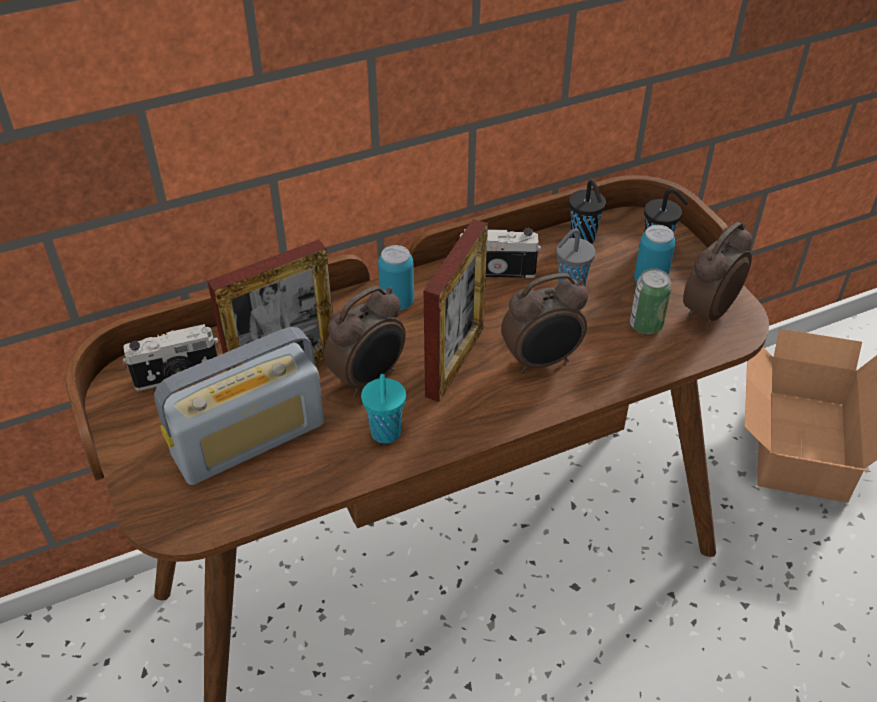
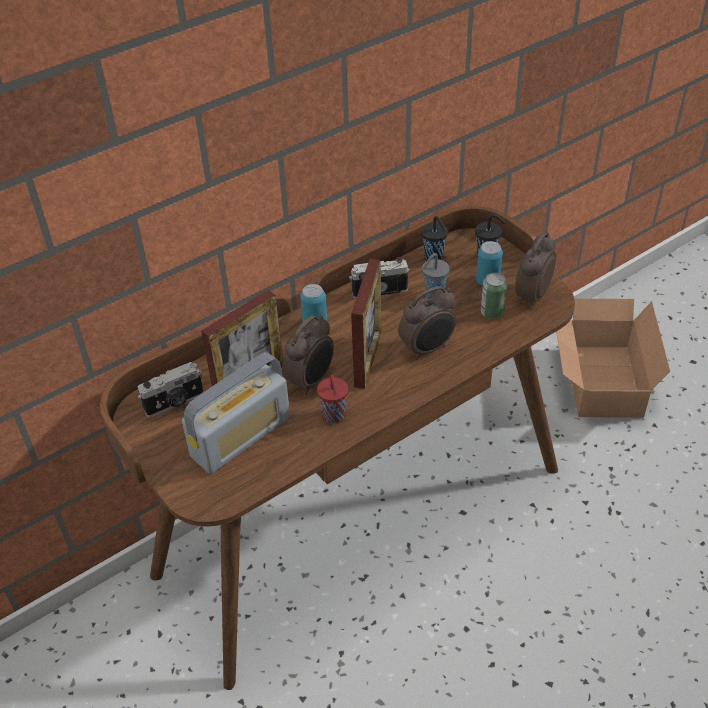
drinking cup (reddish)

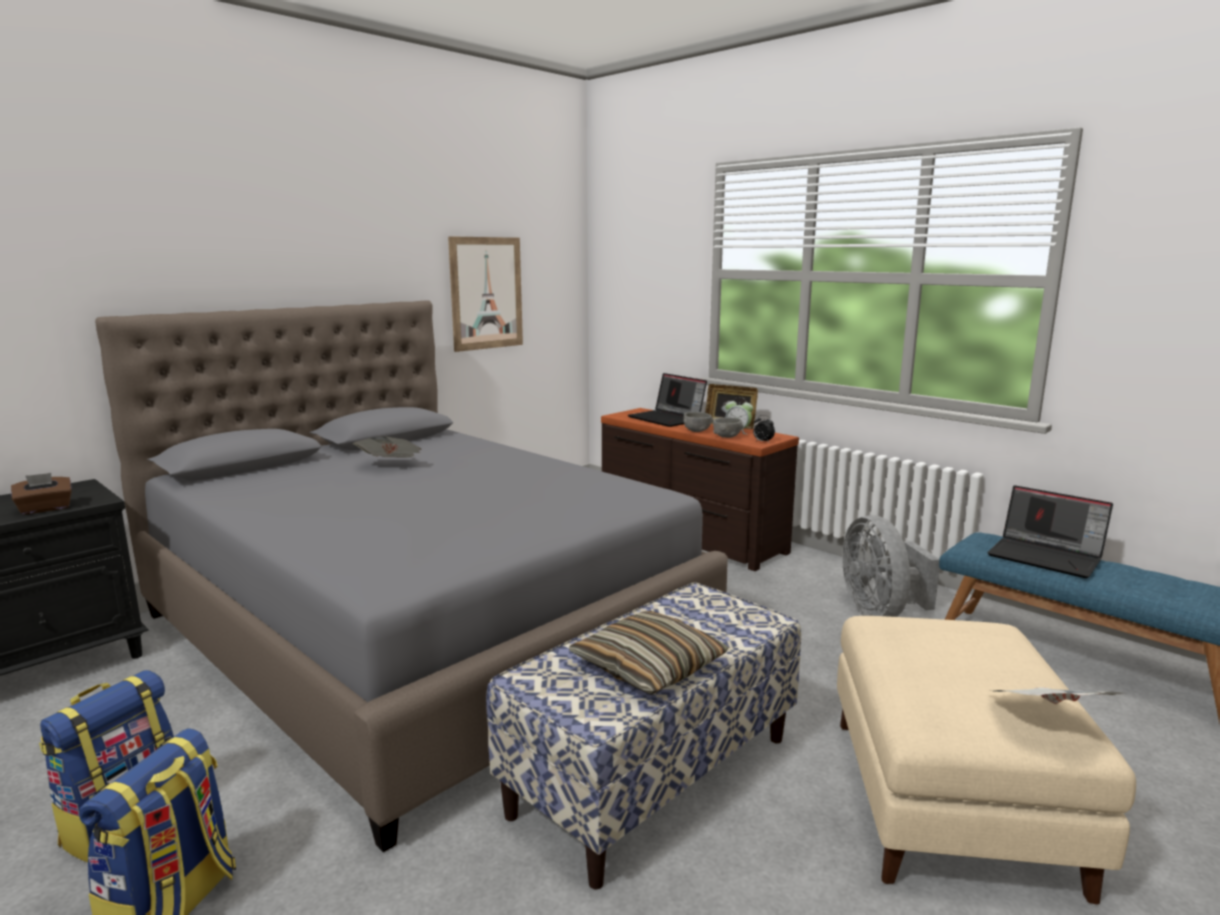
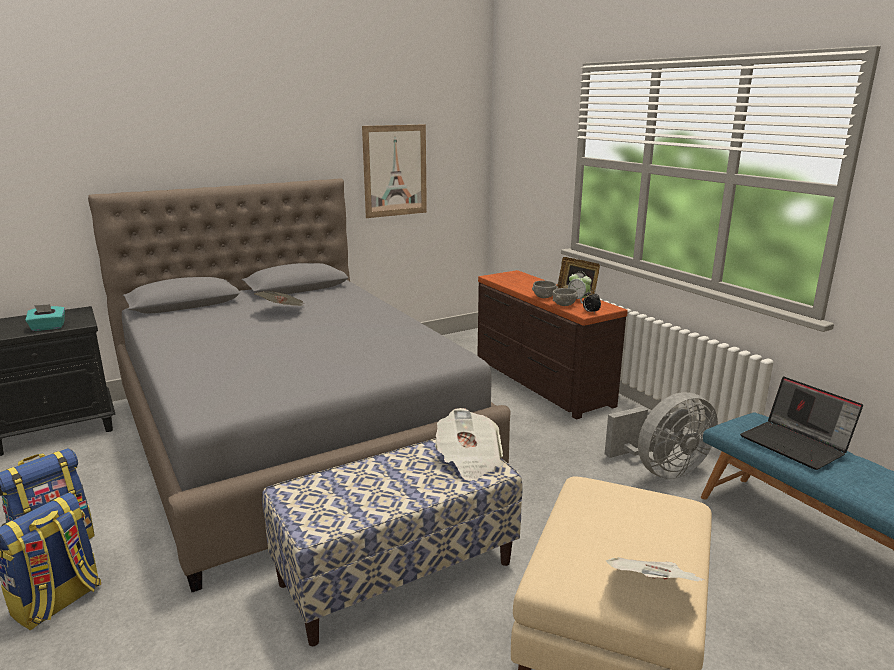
notebook computer (no. 1 from left in the first image)
box of tissues (turquoise)
electric fan (grey)
pillow
daily paper (no. 2 from left)

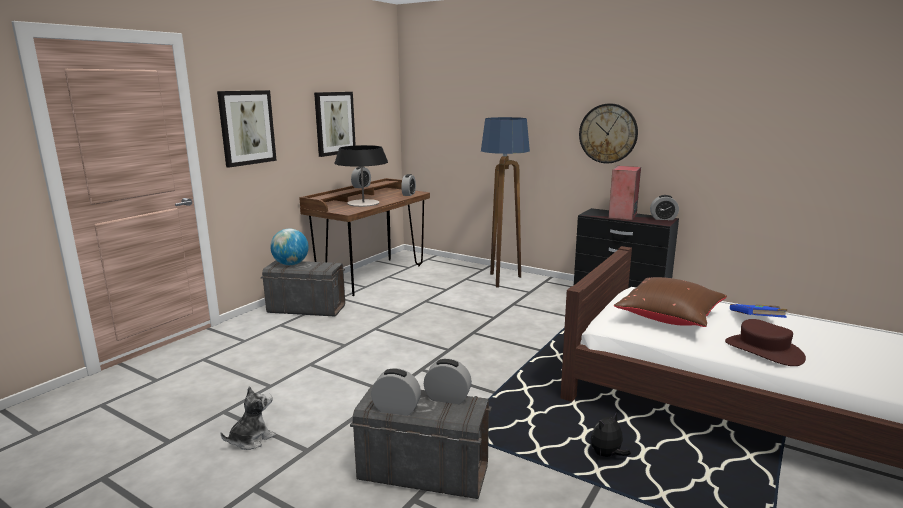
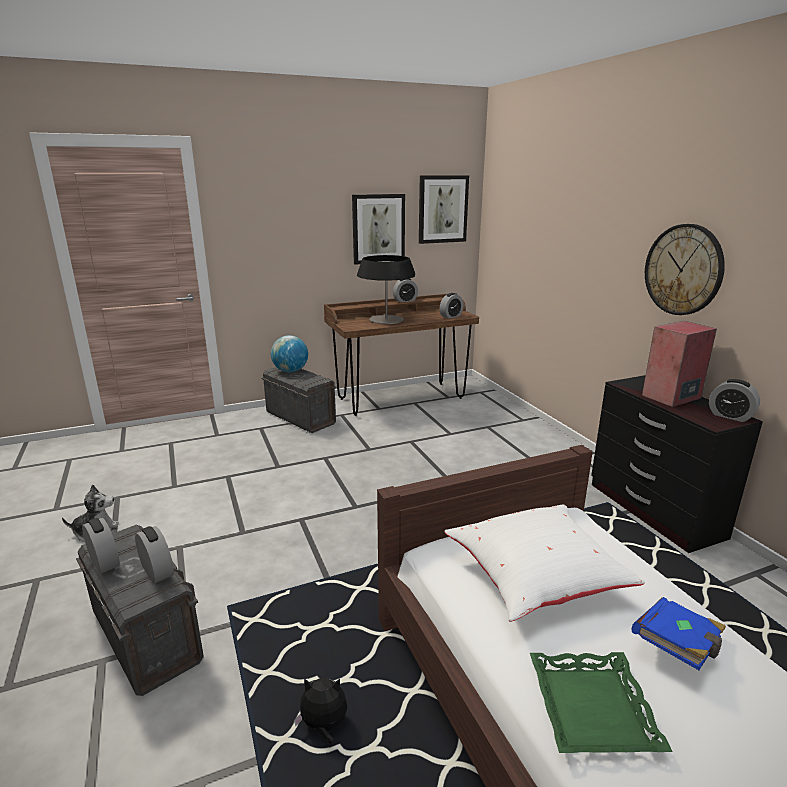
picture (no. 2 from left)
floor lamp
pillow (white-coloured)
carrying tray (green)

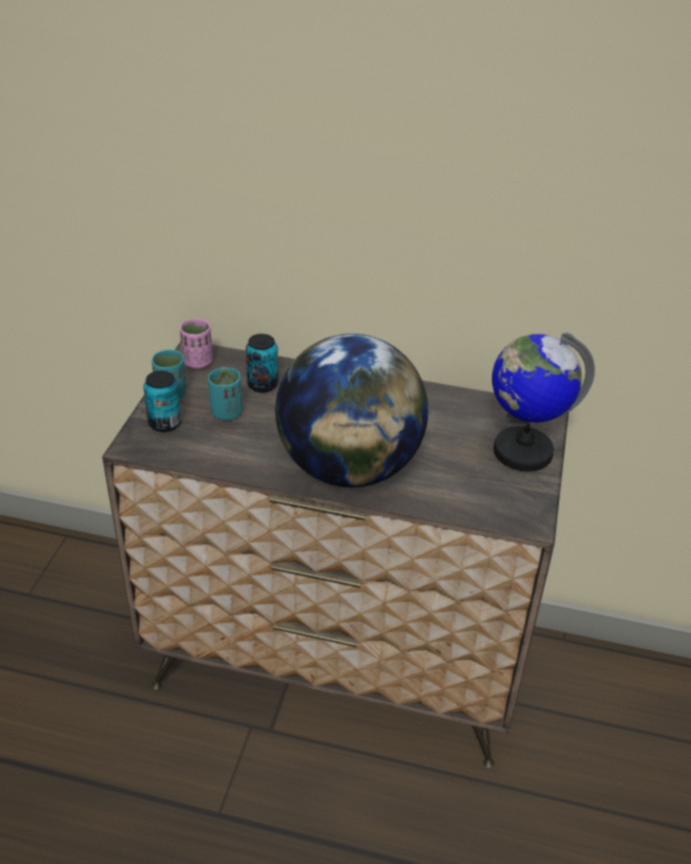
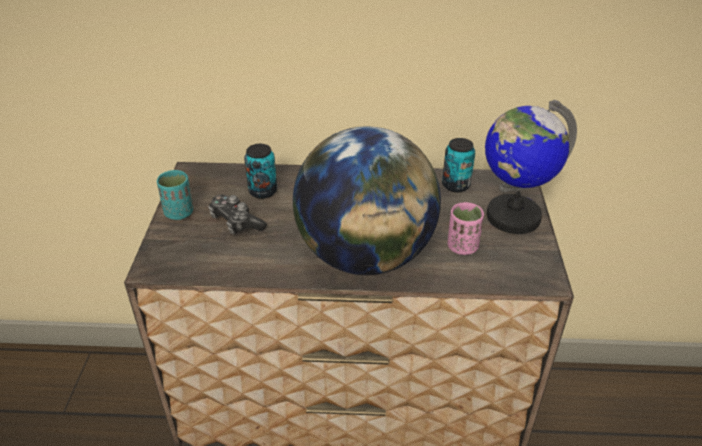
drinking cup (pinkish)
game controller
metal can (no. 2 from left)

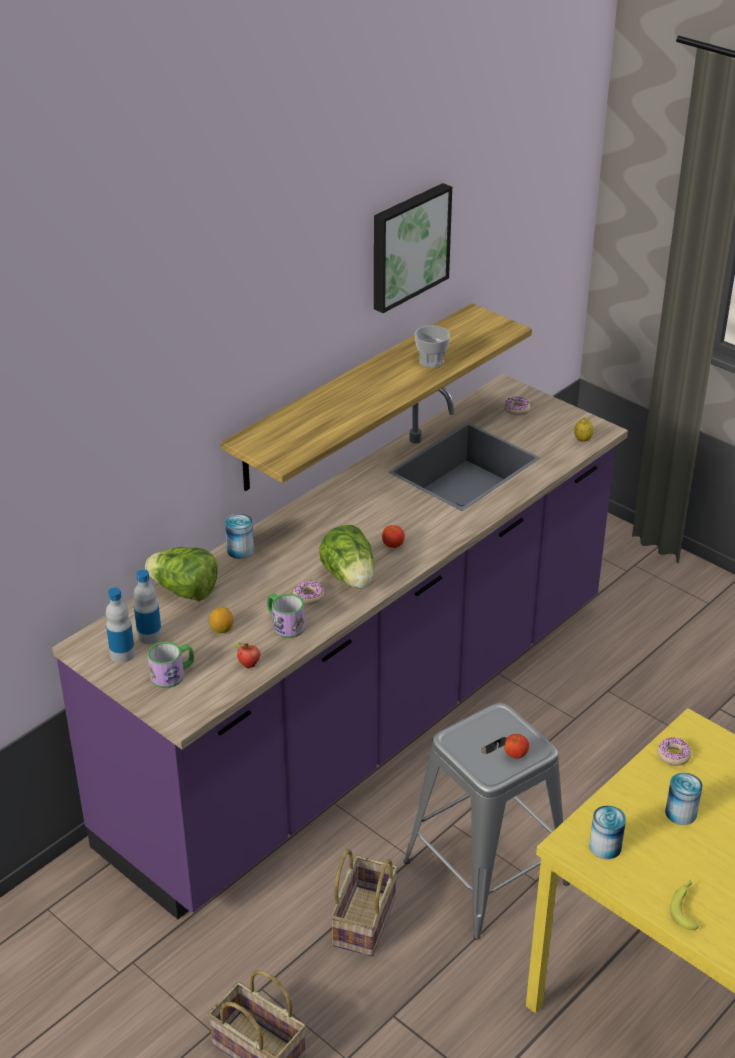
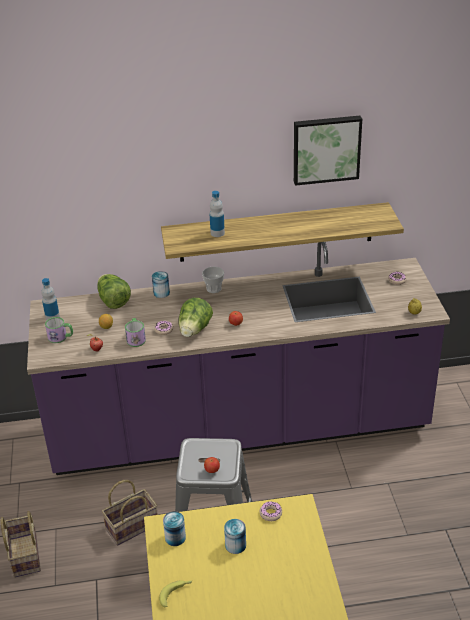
drinking cup
beverage bottle (no. 2 from left)

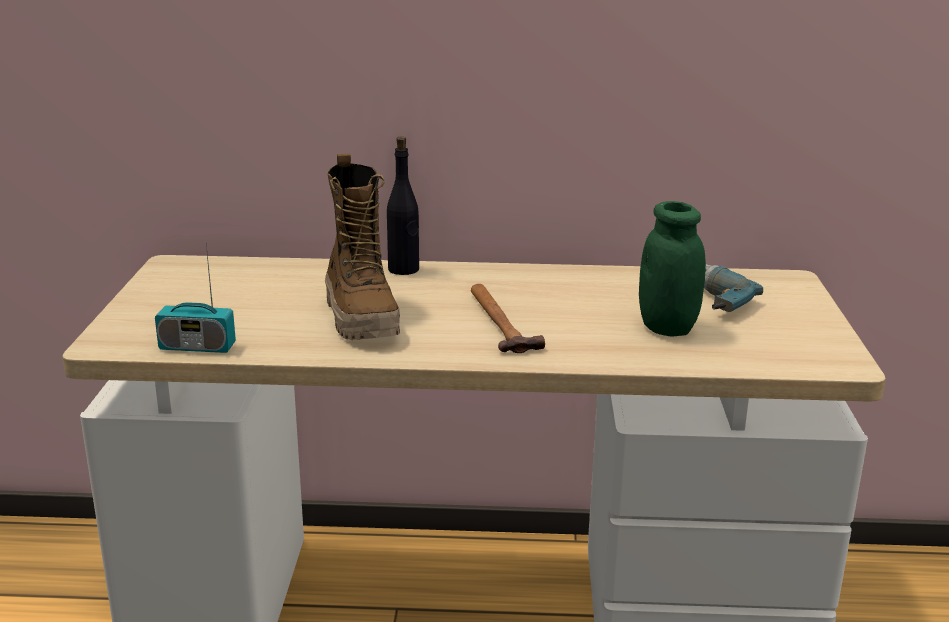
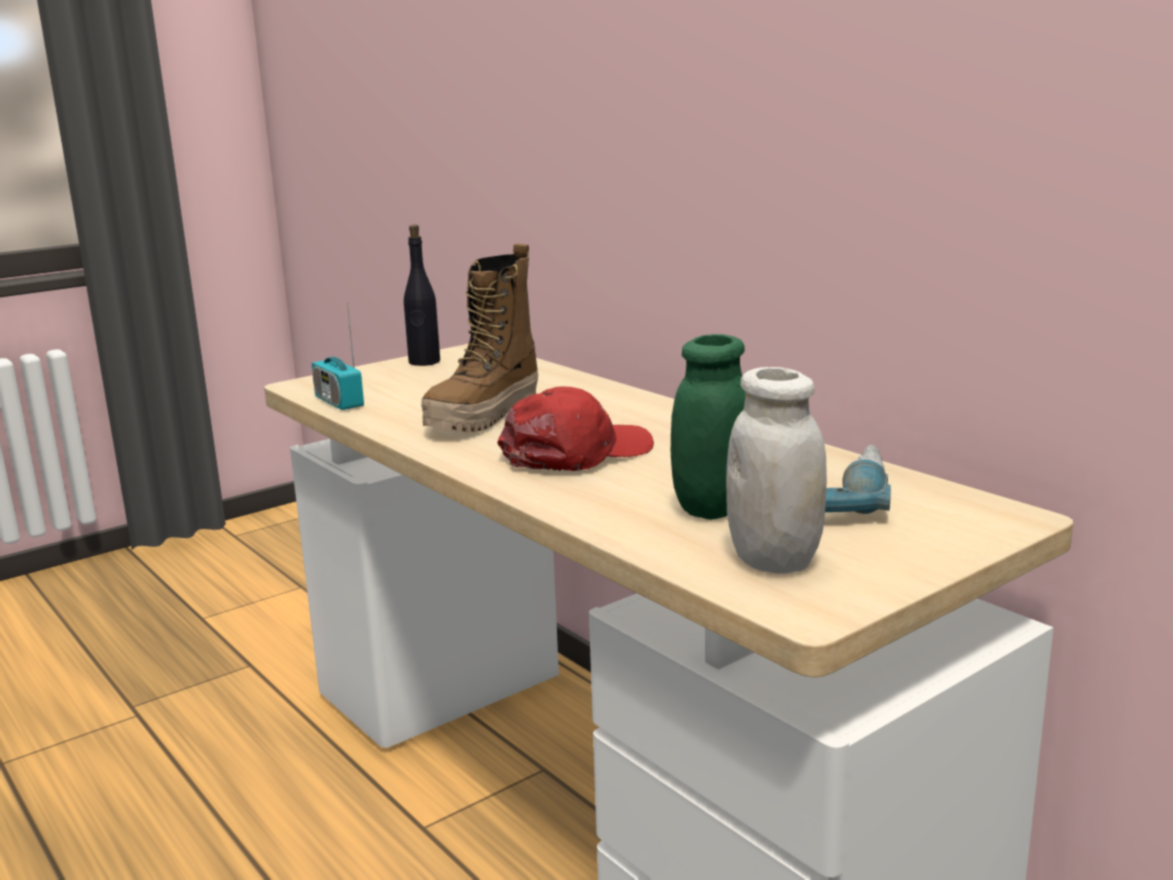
beverage bottle (blackish)
baseball cap (reddish)
preserve jar (white-coloured)

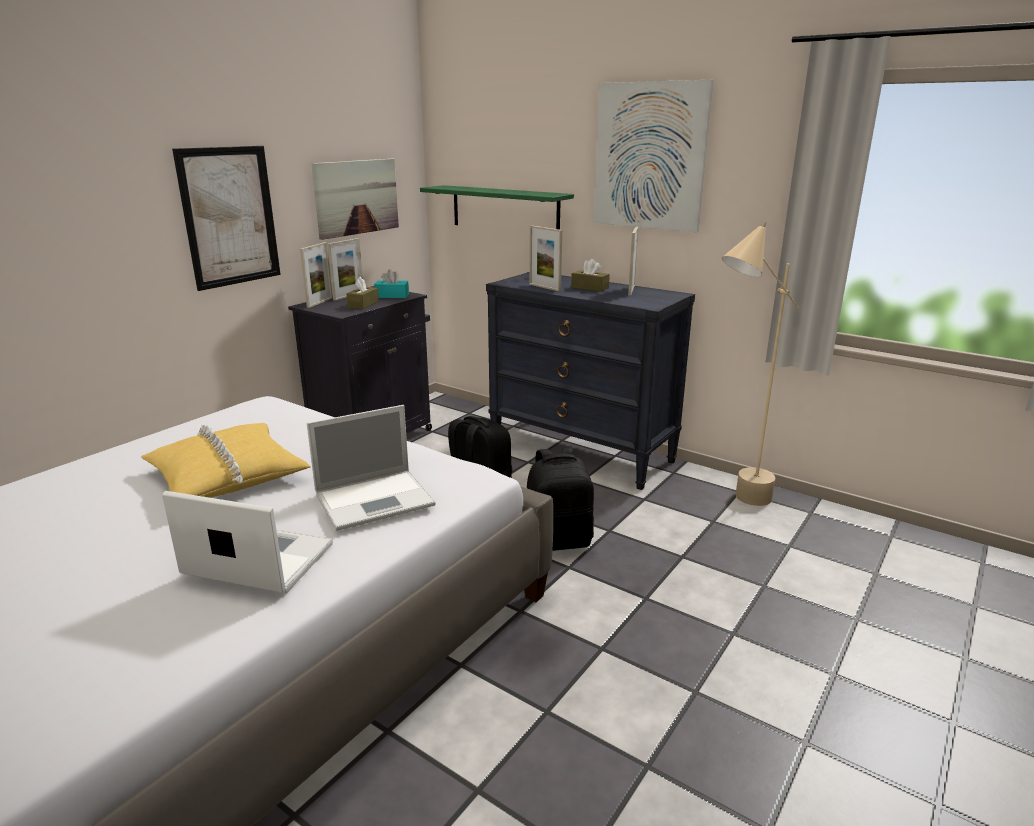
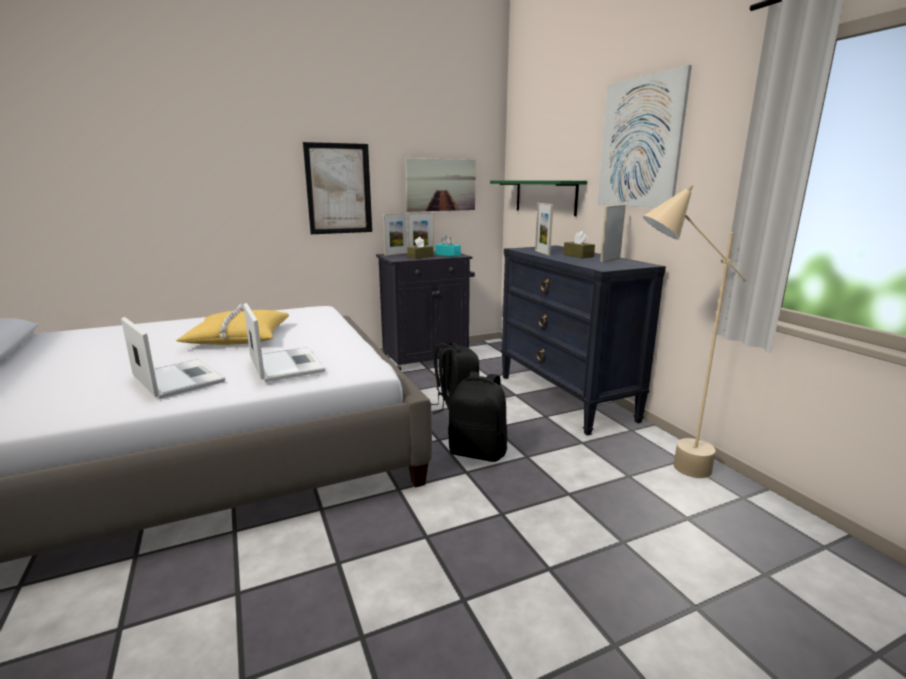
notebook computer (no. 2 from left)

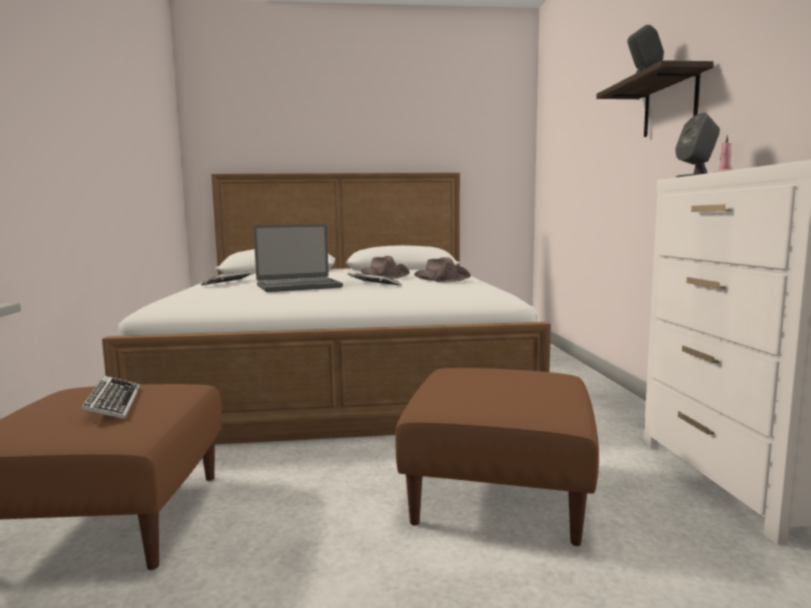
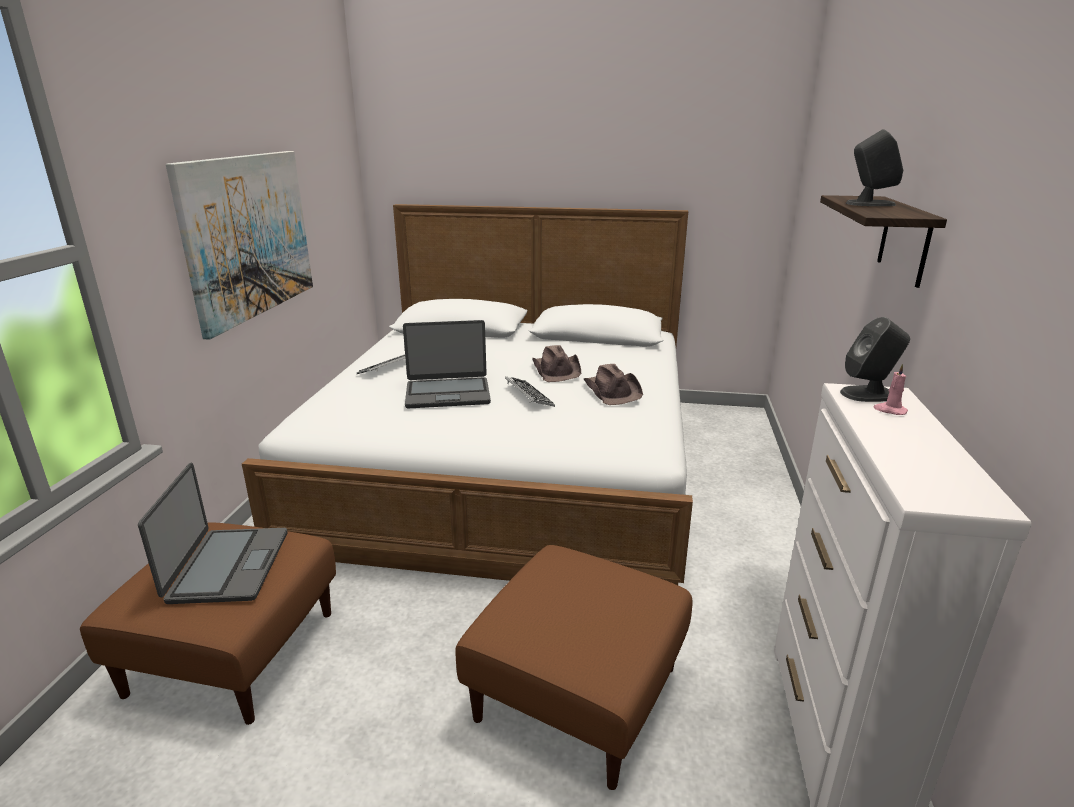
notebook computer (no. 1 from left)
picture

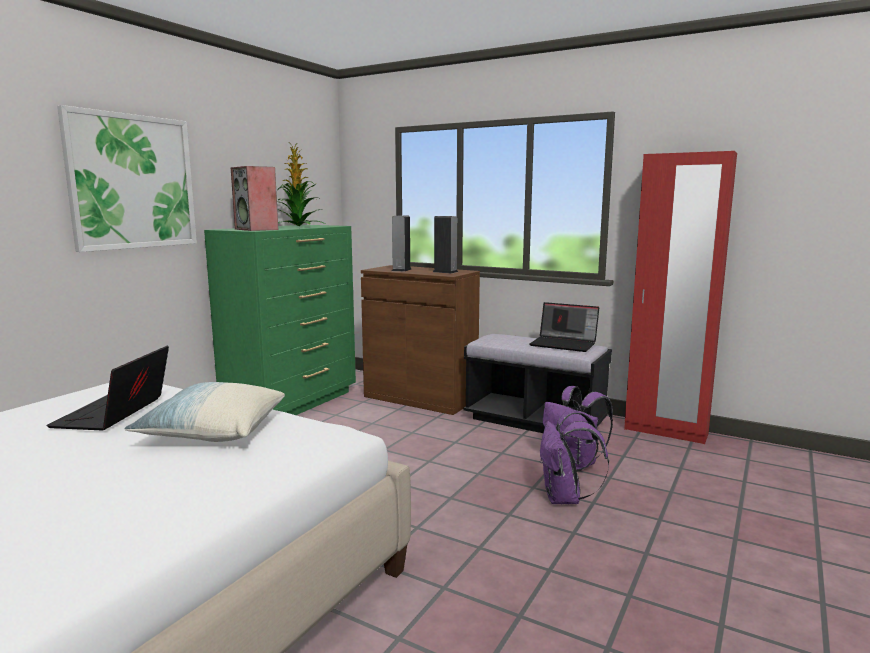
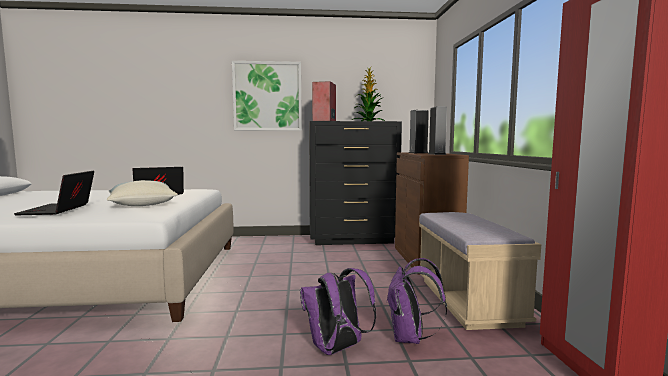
chest of drawers (blackish)
notebook computer (no. 1 from left)
long seat (beige)

